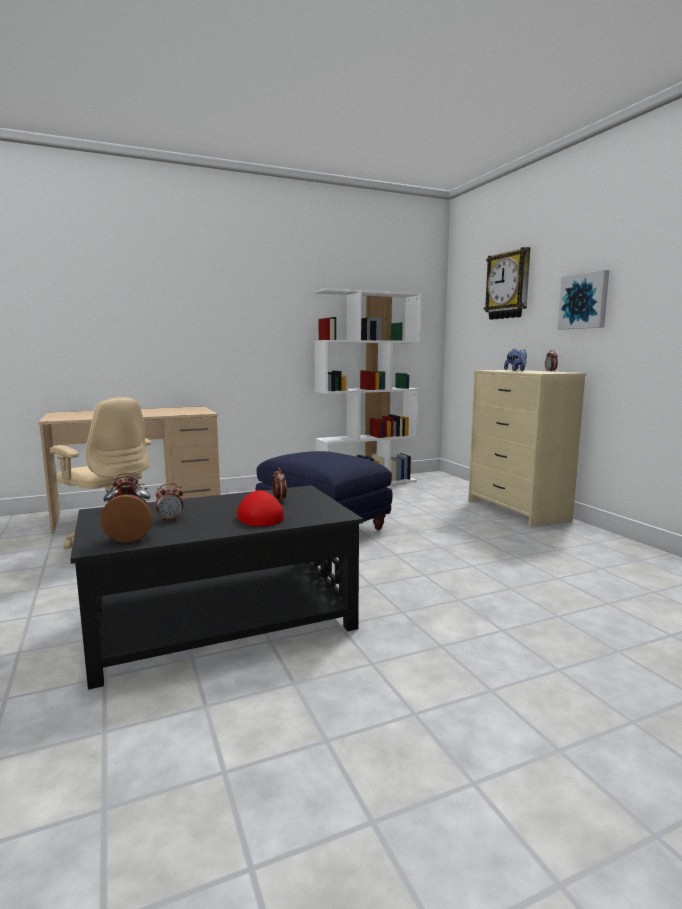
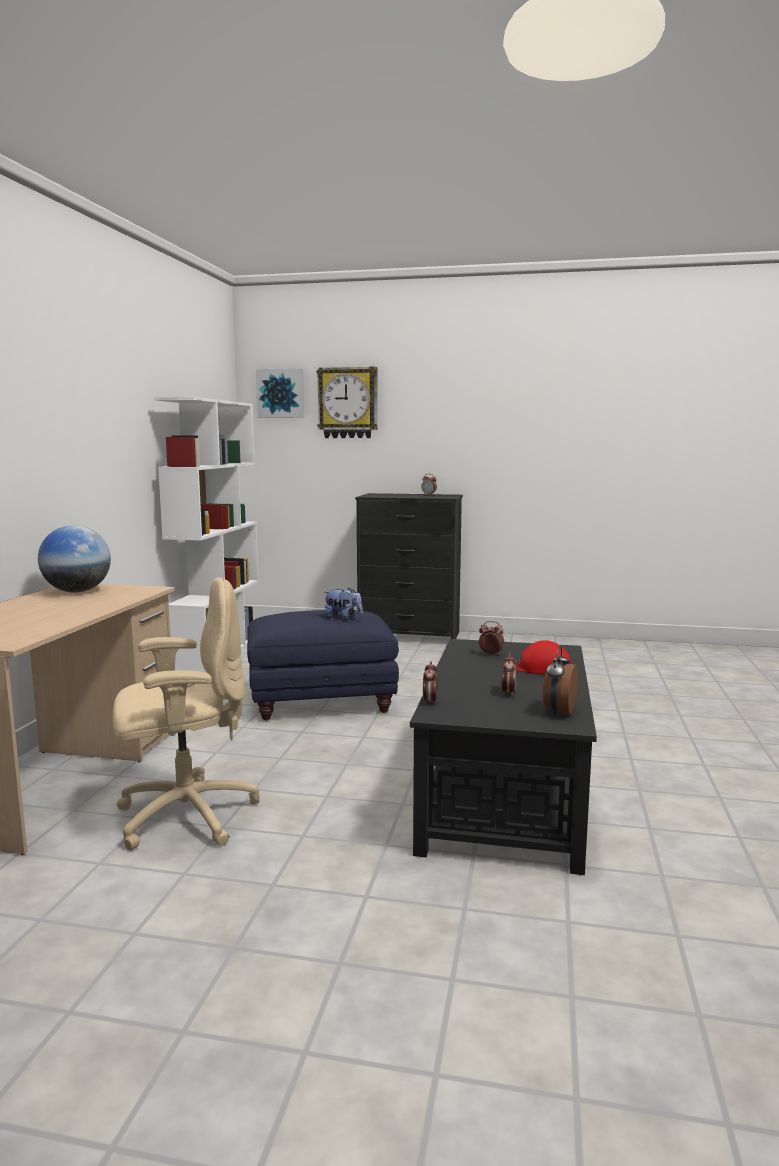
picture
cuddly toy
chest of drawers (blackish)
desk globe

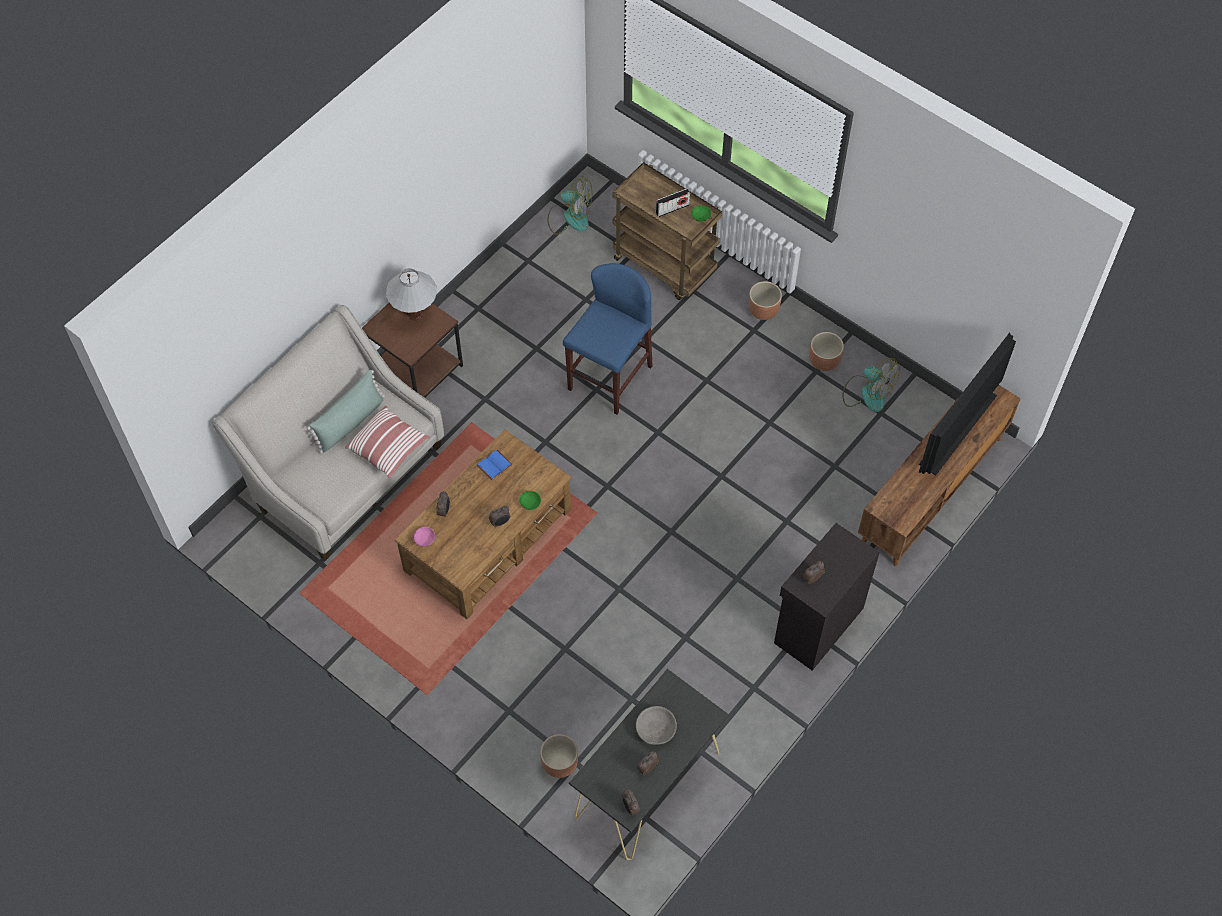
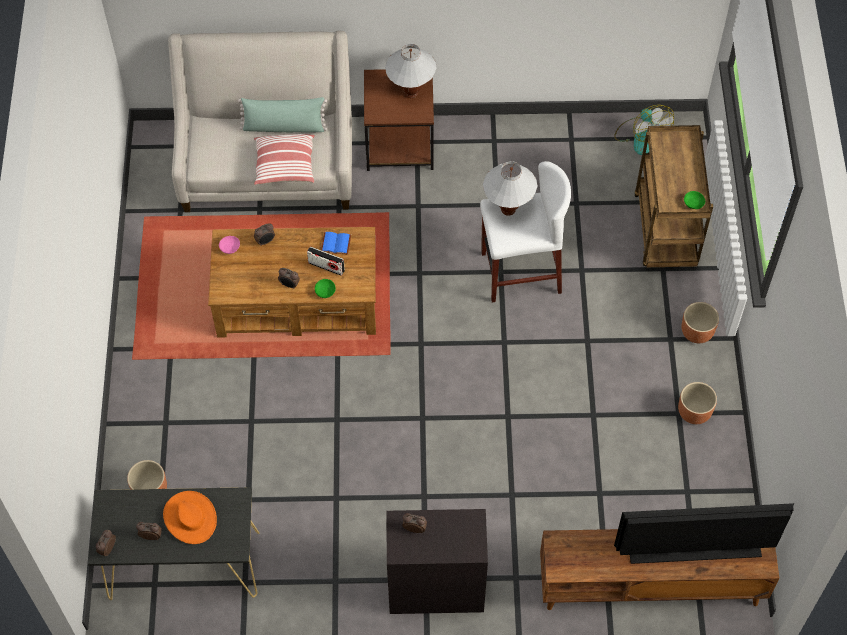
radio
stool (white-coloured)
electric fan (no. 2 from left in the first image)
wearable hat (orange-coloured)
tabletop lamp (white-coloured) (no. 2 from left)

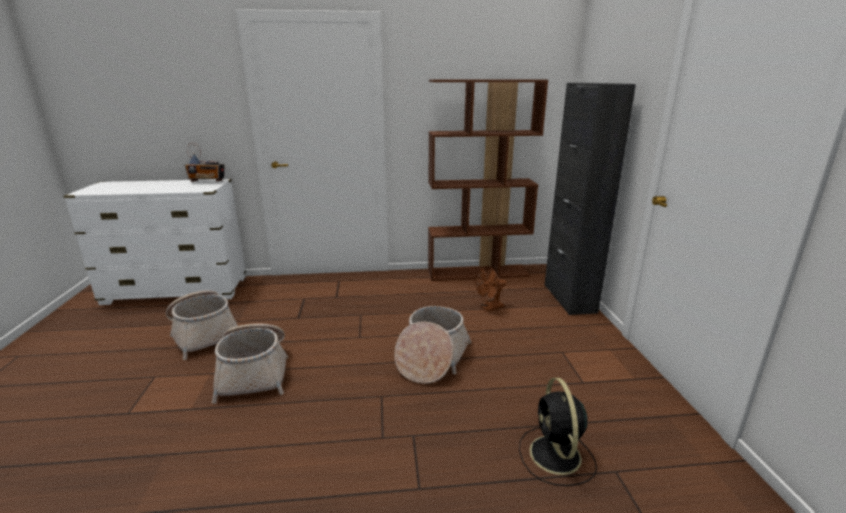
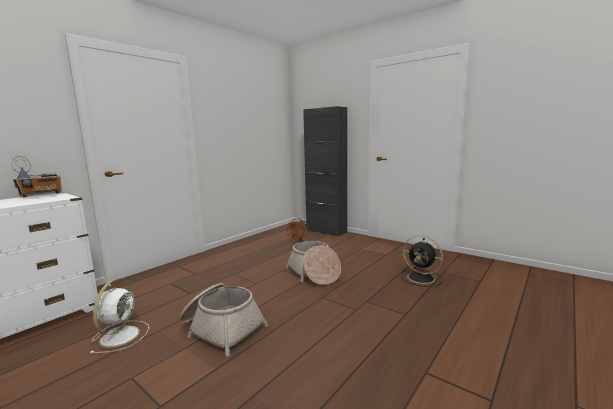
shelving unit (brownish)
electric fan (white-coloured)

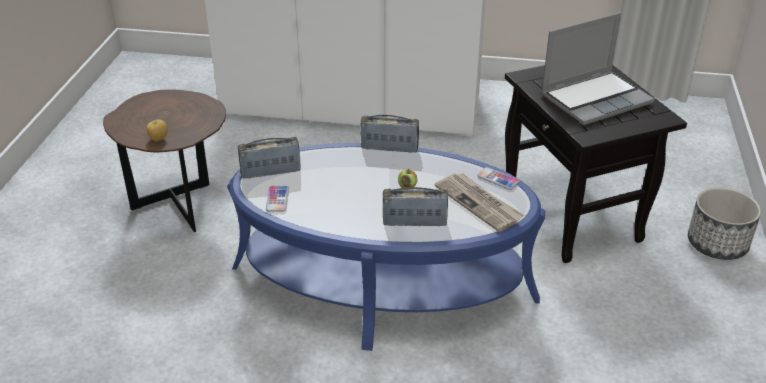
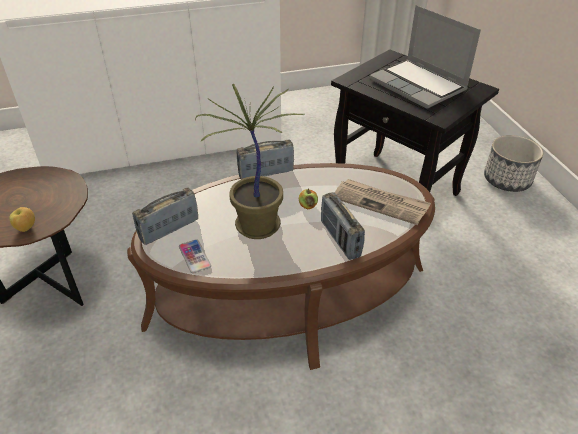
notebook computer
low table (brownish)
handset (no. 2 from left in the first image)
radio (no. 3 from left)
houseplant

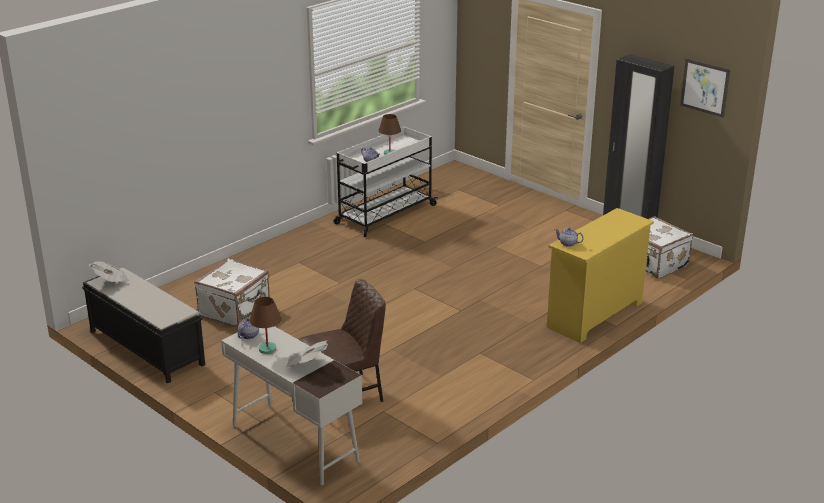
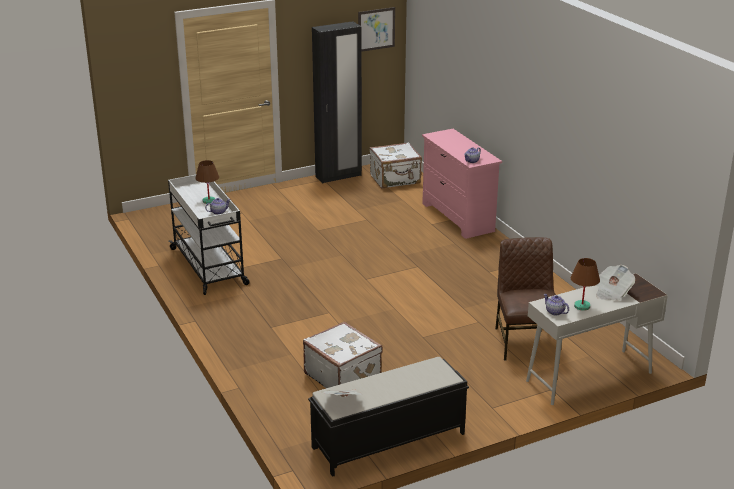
chest of drawers (pinkish)

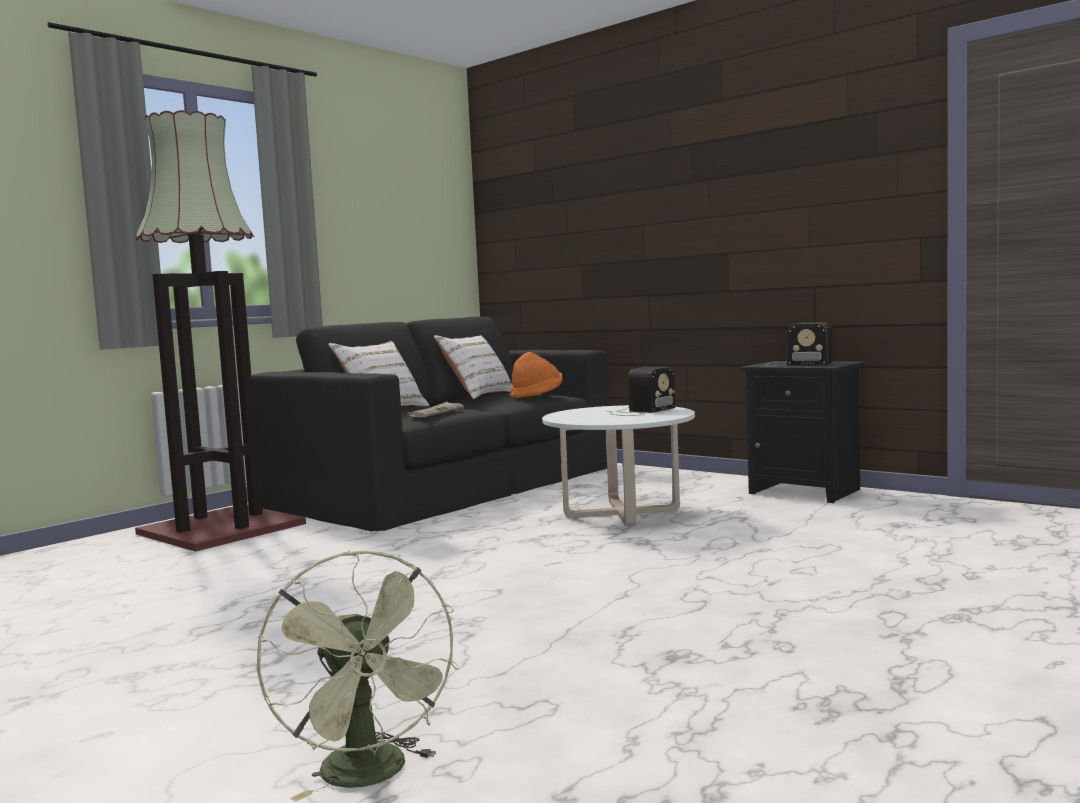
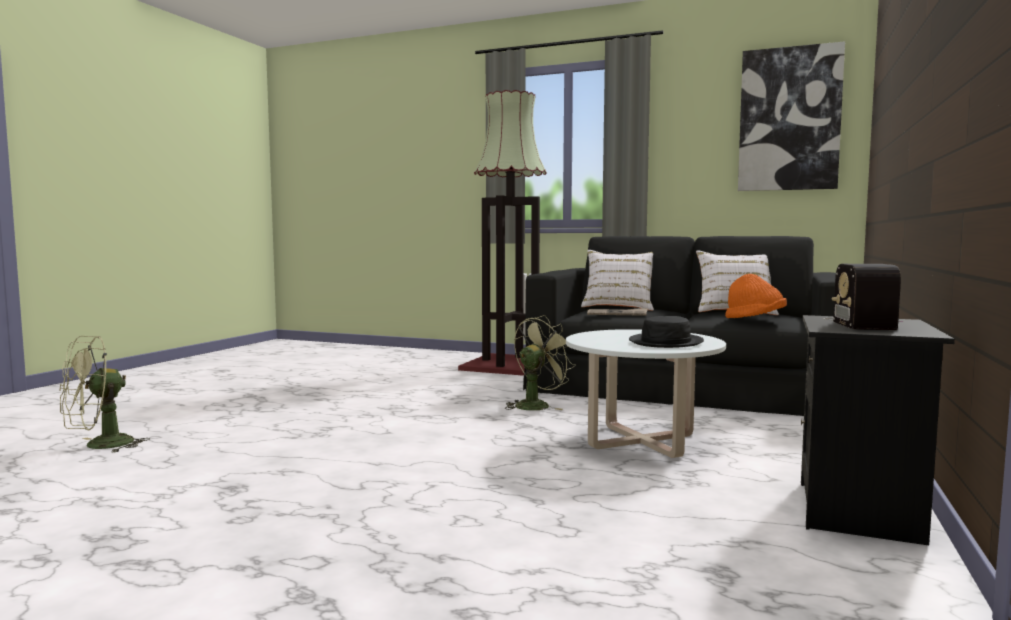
wearable hat (blackish)
picture
electric fan (green) (no. 2 from left)

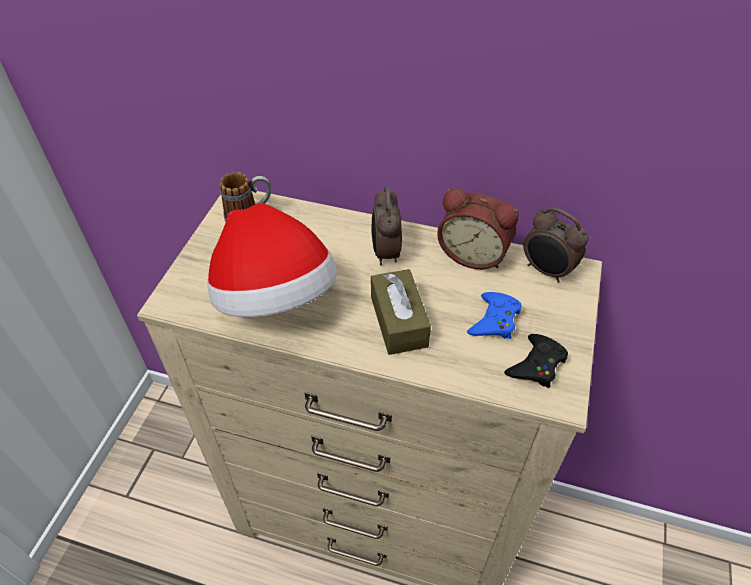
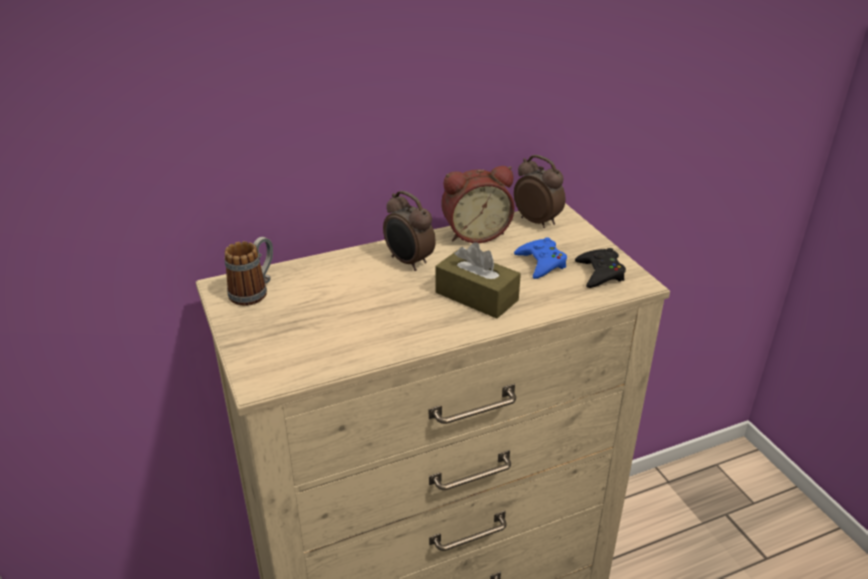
wearable hat
table clock (no. 3 from left)

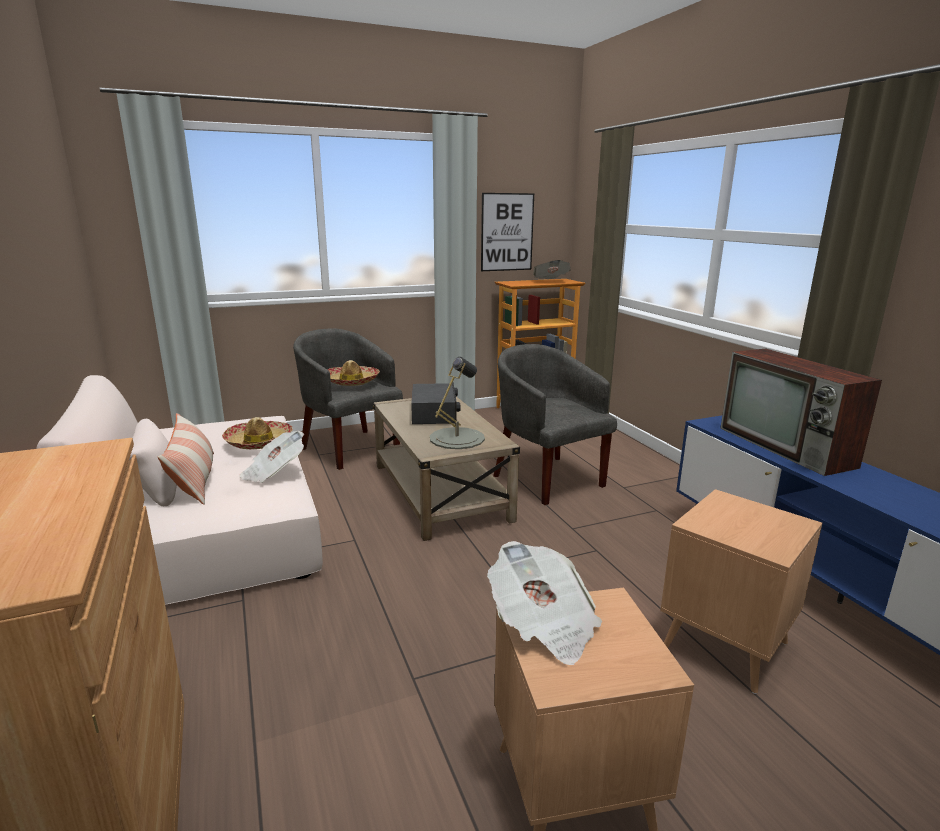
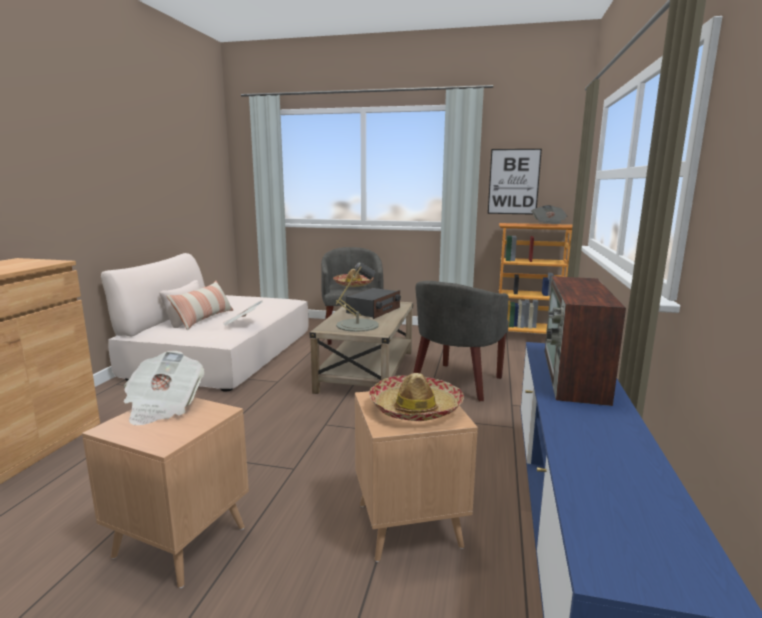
easy chair (grey) (no. 2 from left)
wearable hat (no. 2 from left)

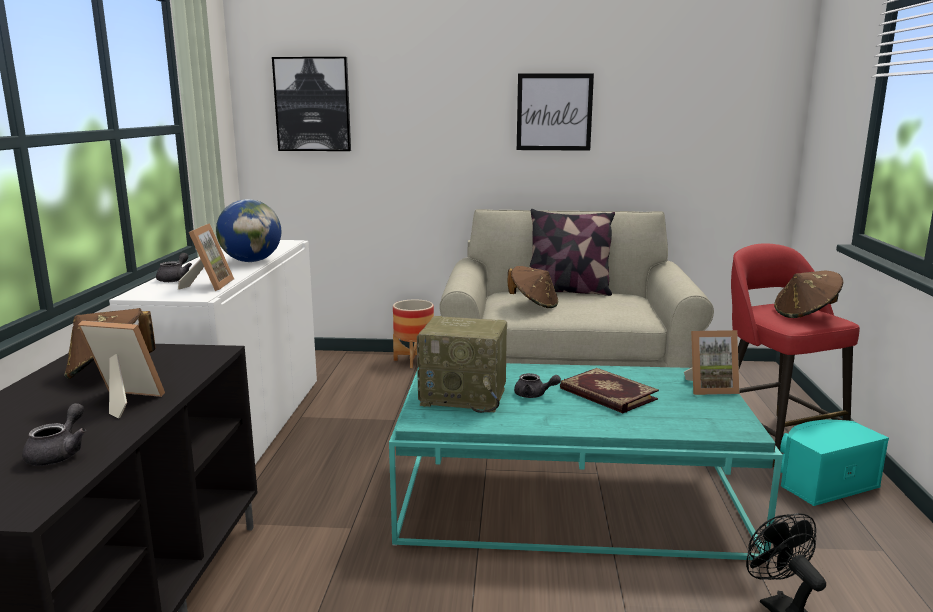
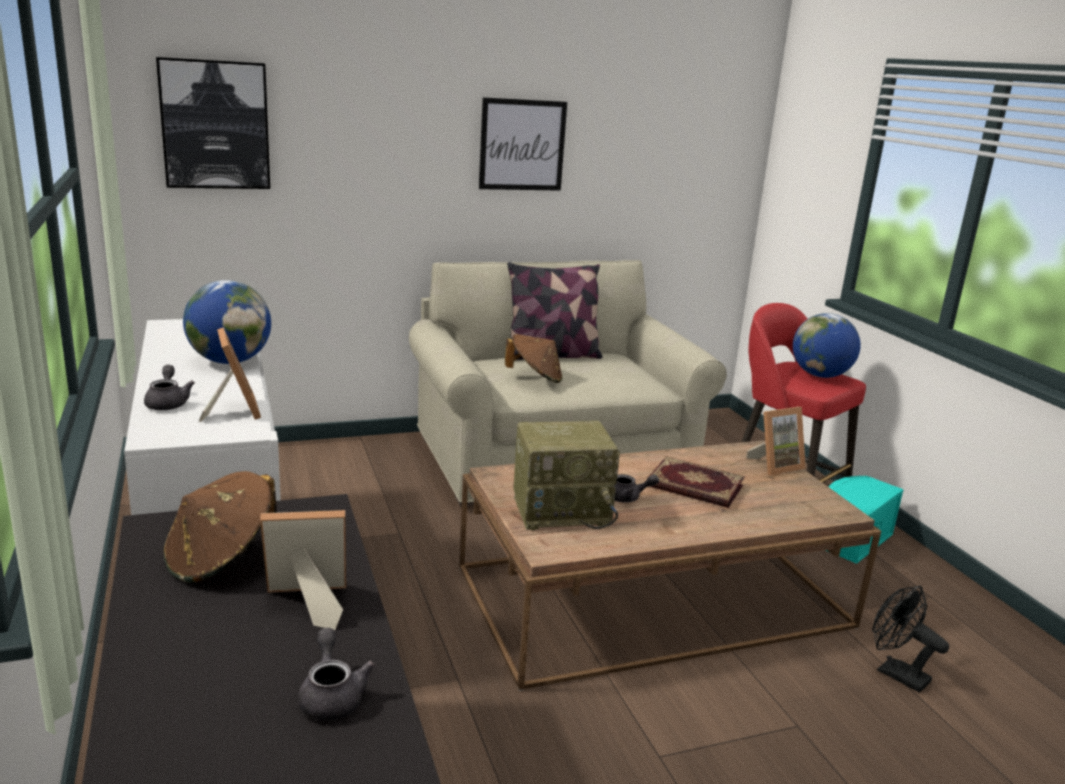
desk globe (no. 2 from left)
planter
low table (brownish)

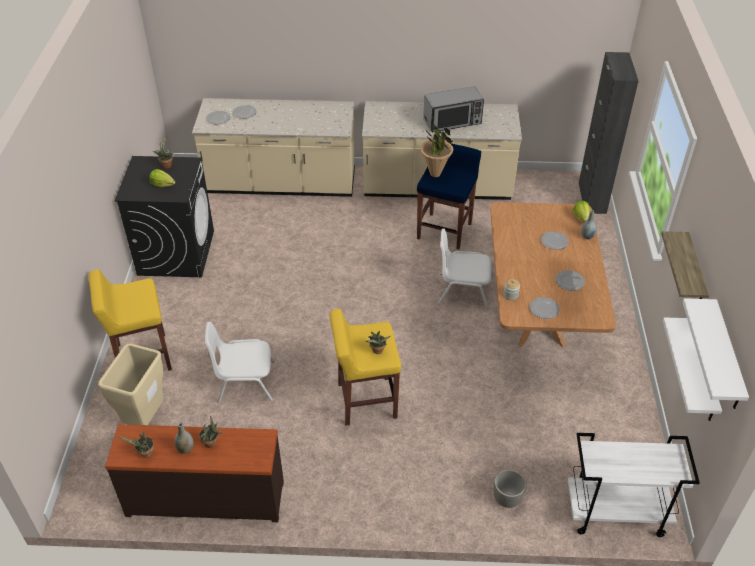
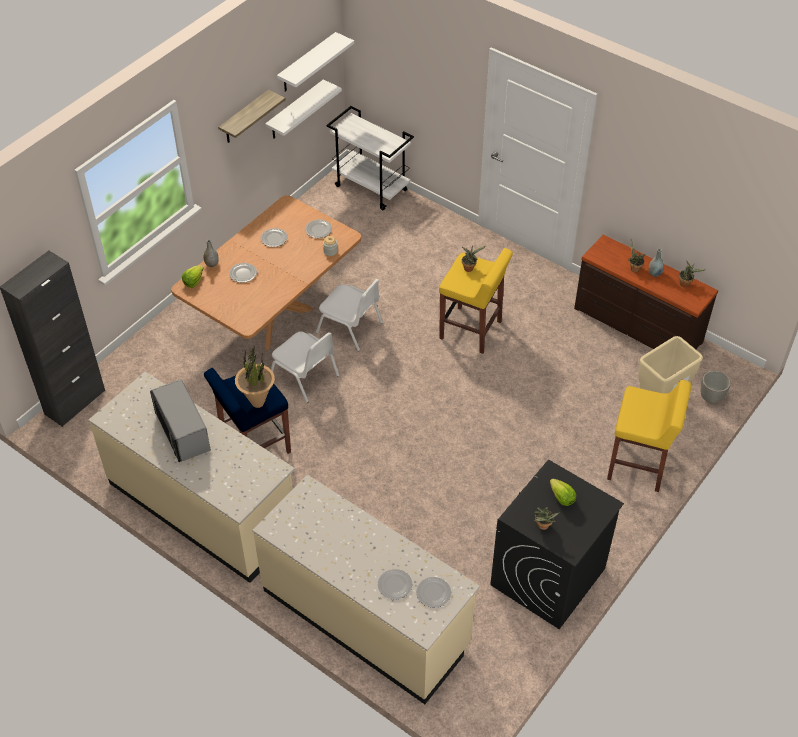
microwave
plain chair (white-coloured) (no. 2 from left)
planter

